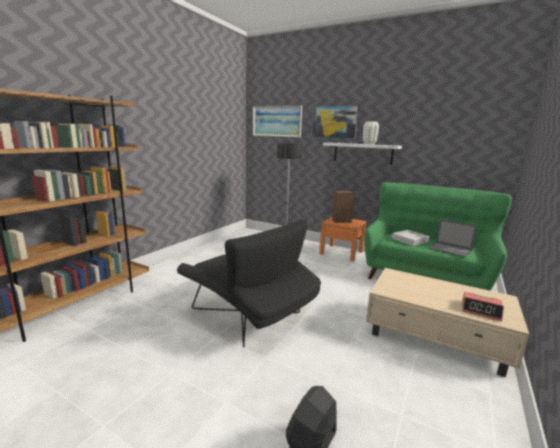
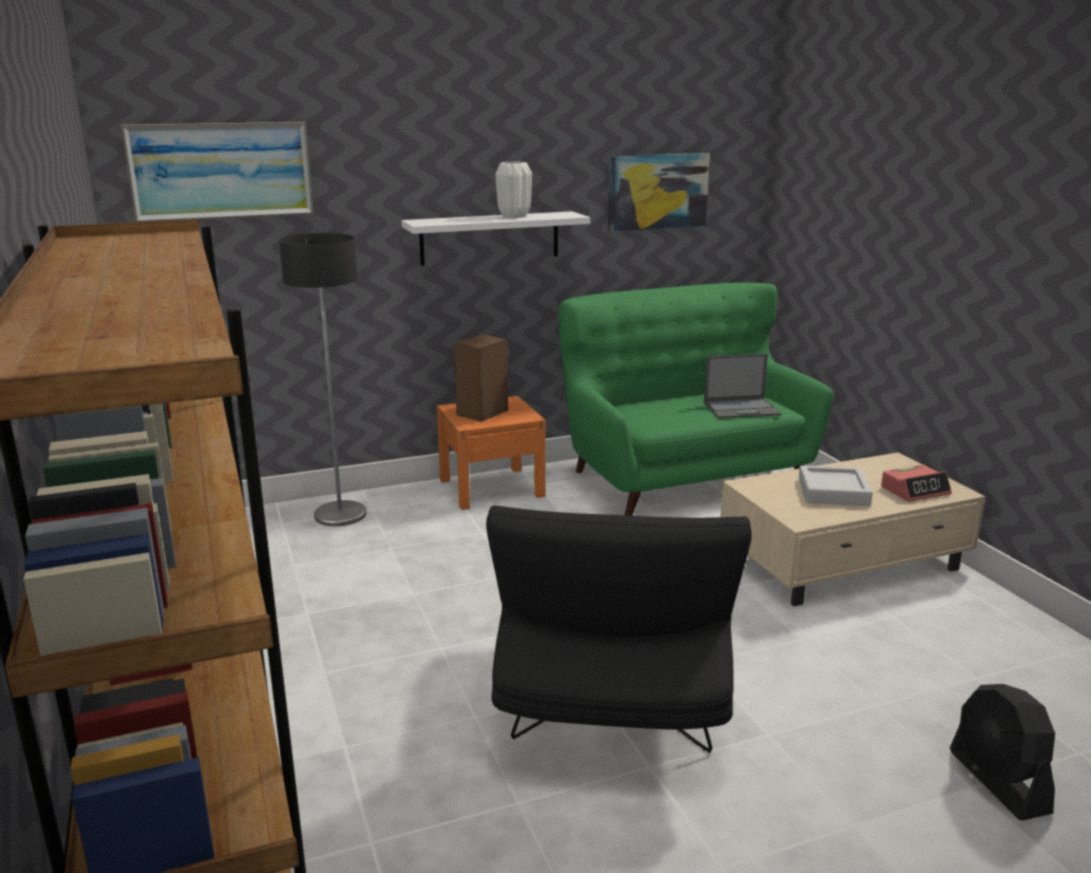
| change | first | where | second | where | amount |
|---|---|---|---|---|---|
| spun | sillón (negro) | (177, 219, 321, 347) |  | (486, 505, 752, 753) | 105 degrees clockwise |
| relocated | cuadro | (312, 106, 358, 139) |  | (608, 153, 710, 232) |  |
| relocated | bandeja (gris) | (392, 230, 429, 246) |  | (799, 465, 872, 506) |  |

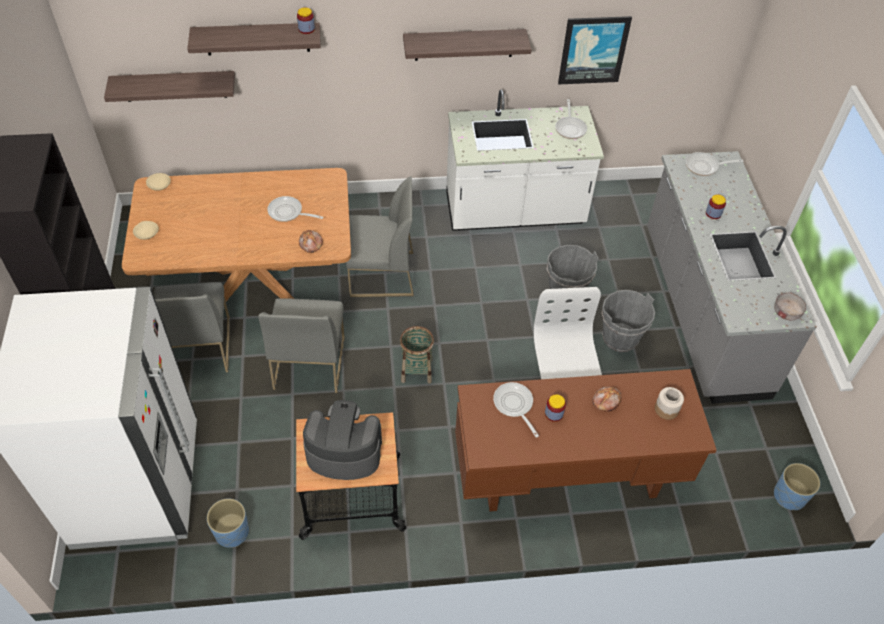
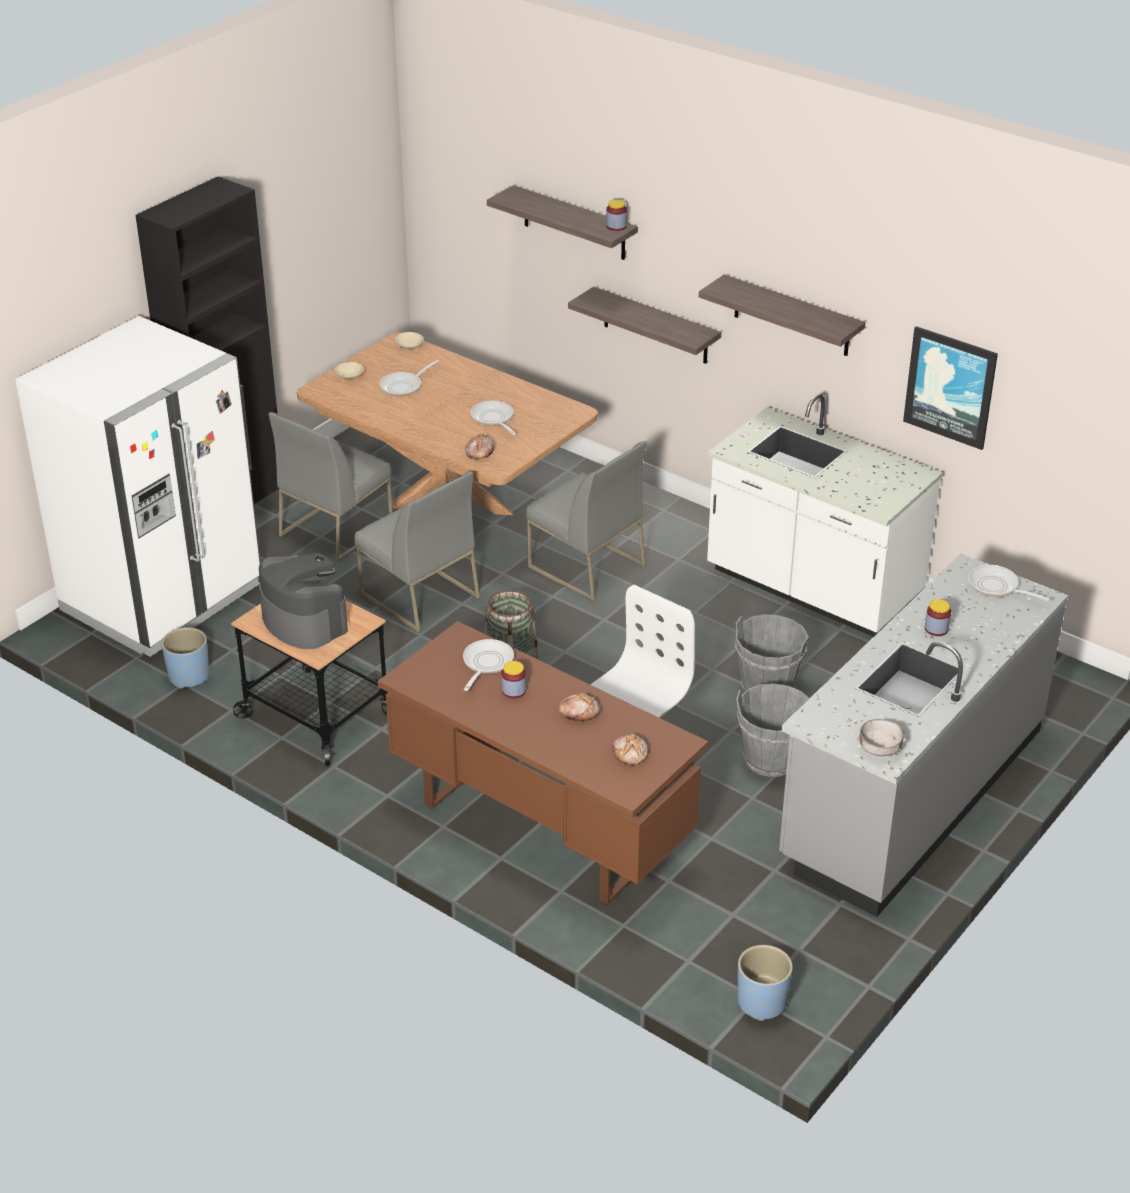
| change | first | where | second | where | amount |
|---|---|---|---|---|---|
| spun | silla (gris) | (258, 298, 345, 393) |  | (354, 472, 480, 632) | 90 degrees counterclockwise |
| relocated | sartén | (555, 99, 587, 139) |  | (379, 360, 439, 396) |  |
| relocated | estante | (104, 71, 235, 102) |  | (568, 287, 721, 364) |  |
| exchanged | tarro | (655, 387, 684, 420) | pan | (613, 733, 649, 765) |  |

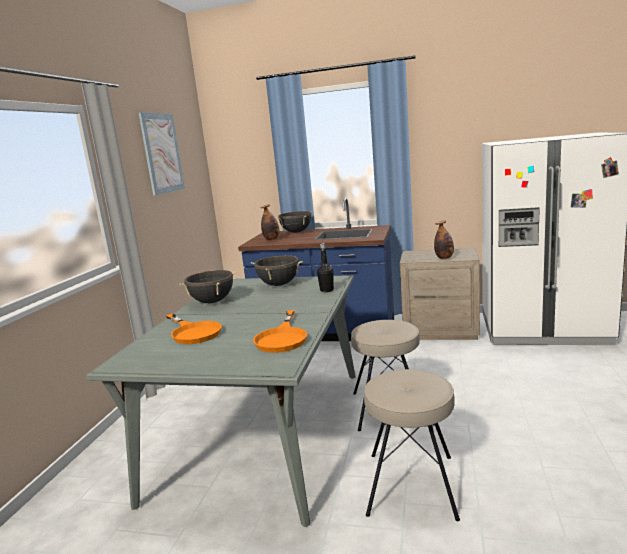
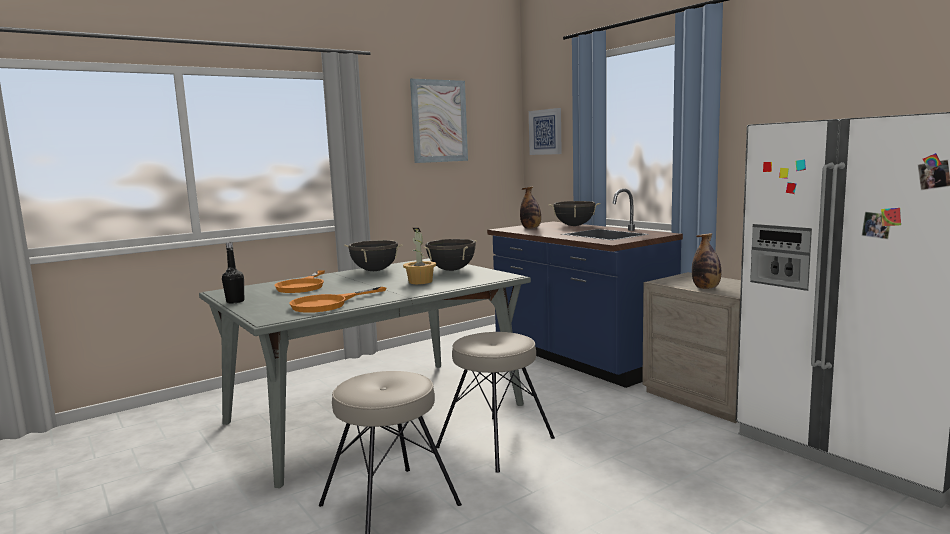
| change | first | where | second | where | amount |
|---|---|---|---|---|---|
| relocated | botella (negro) | (317, 243, 334, 292) |  | (222, 242, 244, 304) |  |
| appeared |  |  | planta en maceta | (403, 228, 436, 284) |  |
| appeared |  |  | cuadro | (529, 108, 562, 155) |  |

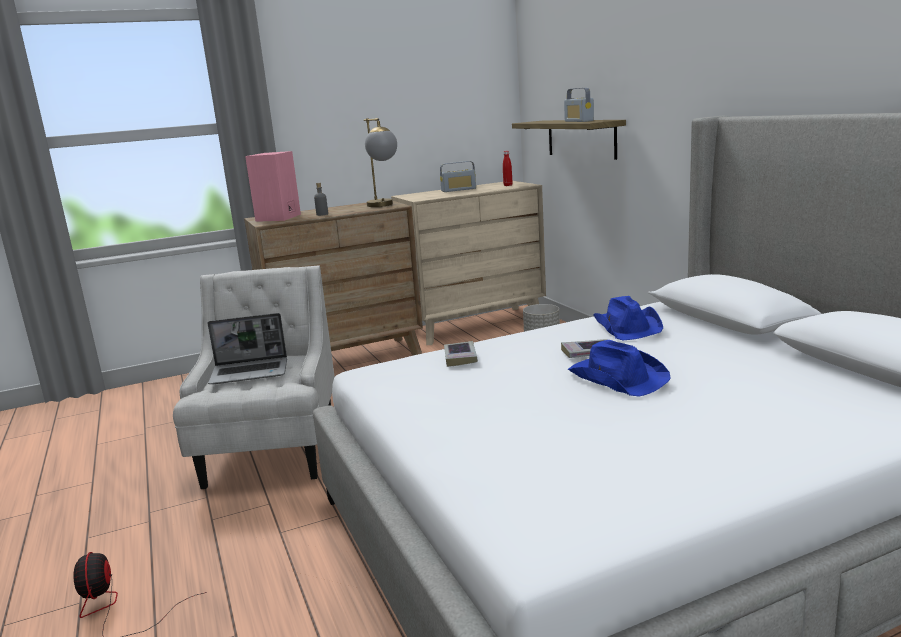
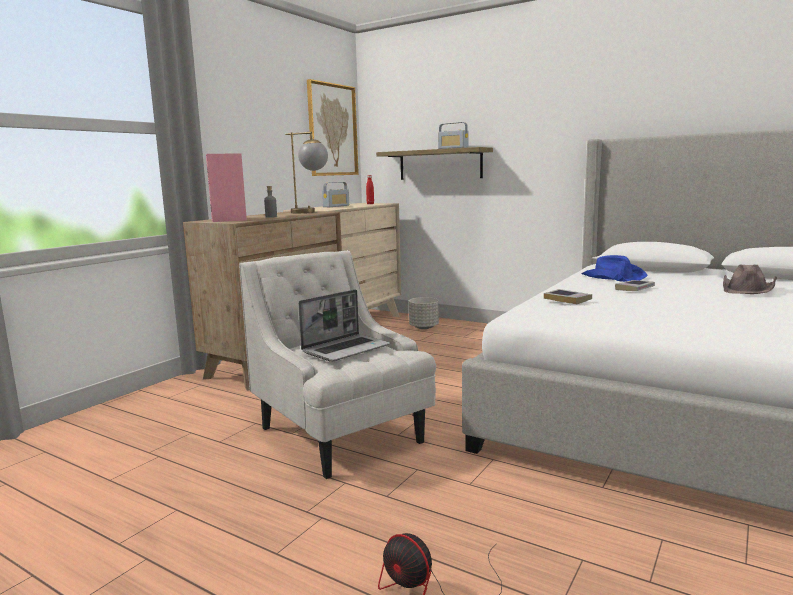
| change | first | where | second | where | amount |
|---|---|---|---|---|---|
| appeared |  |  | cuadro | (307, 79, 359, 176) |  |
| appeared |  |  | sombrero (marrón) | (723, 264, 777, 294) |  |
| missing | sombrero (azul) | (568, 340, 671, 397) |  |  |  |

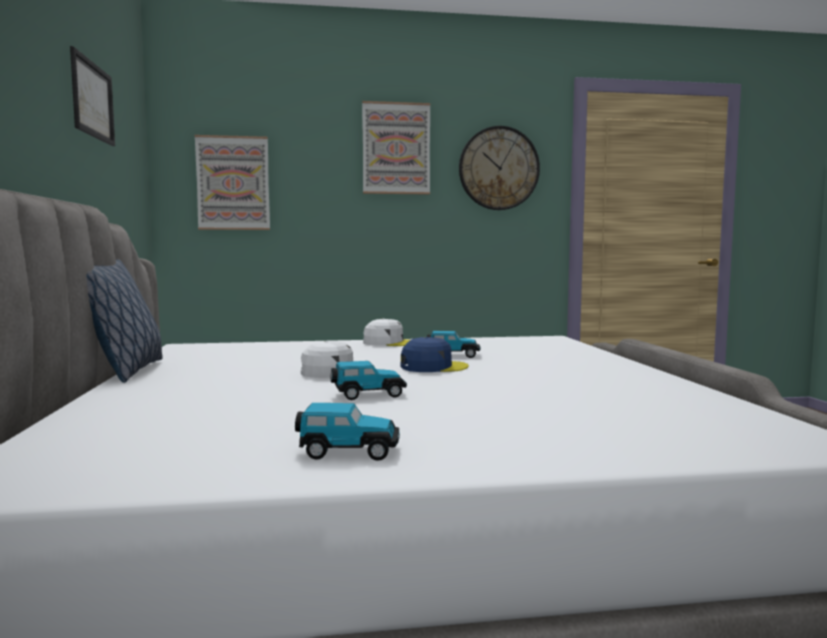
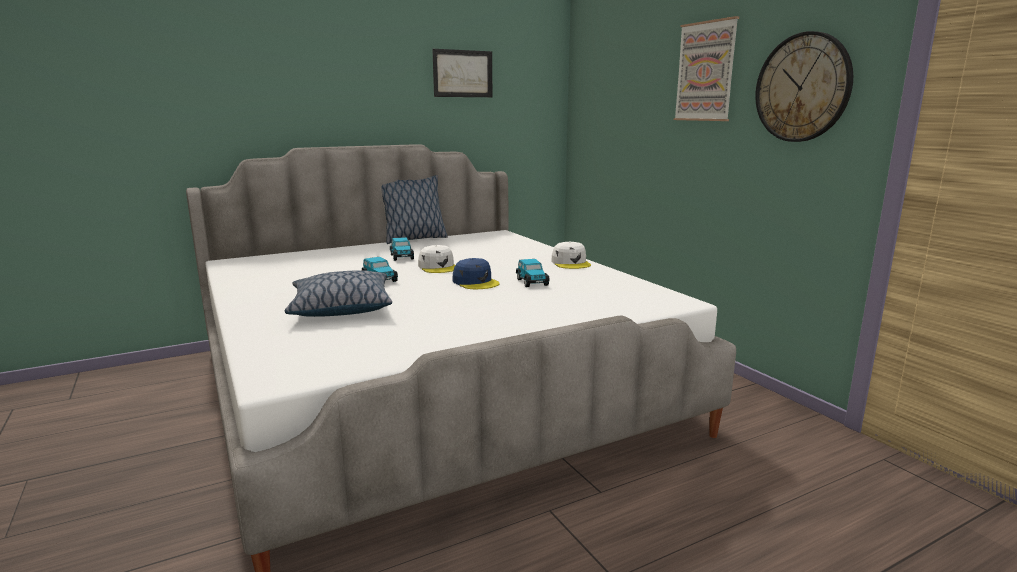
| change | first | where | second | where | amount |
|---|---|---|---|---|---|
| appeared |  |  | cojín | (285, 270, 392, 317) |  |
| relocated | coche de juguete | (295, 403, 400, 461) |  | (390, 237, 414, 261) |  |
| missing | cuadro | (195, 135, 270, 230) |  |  |  |

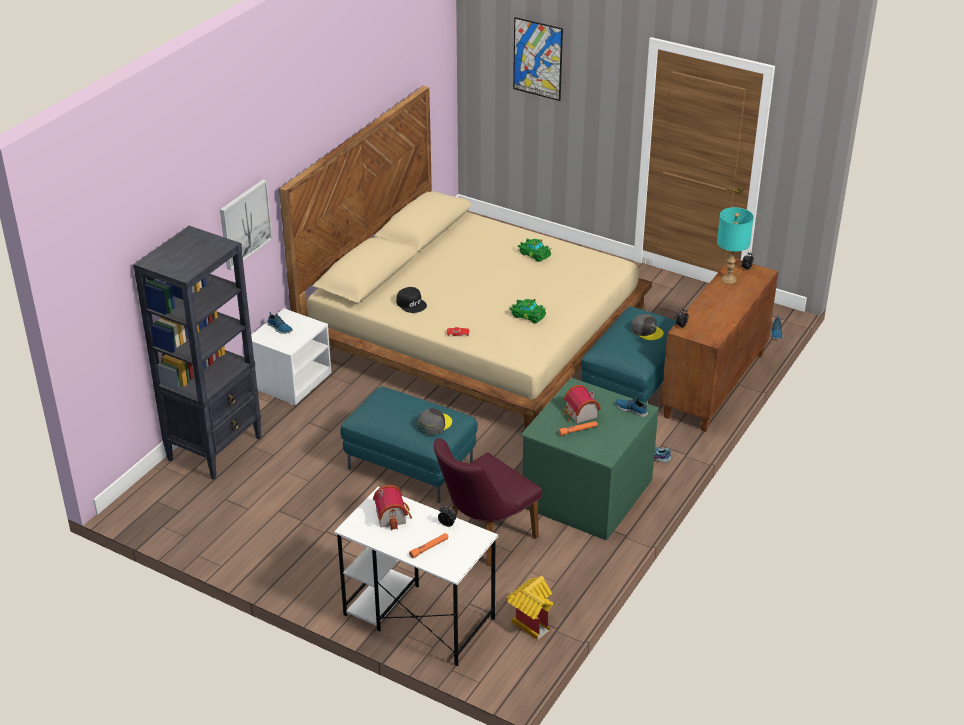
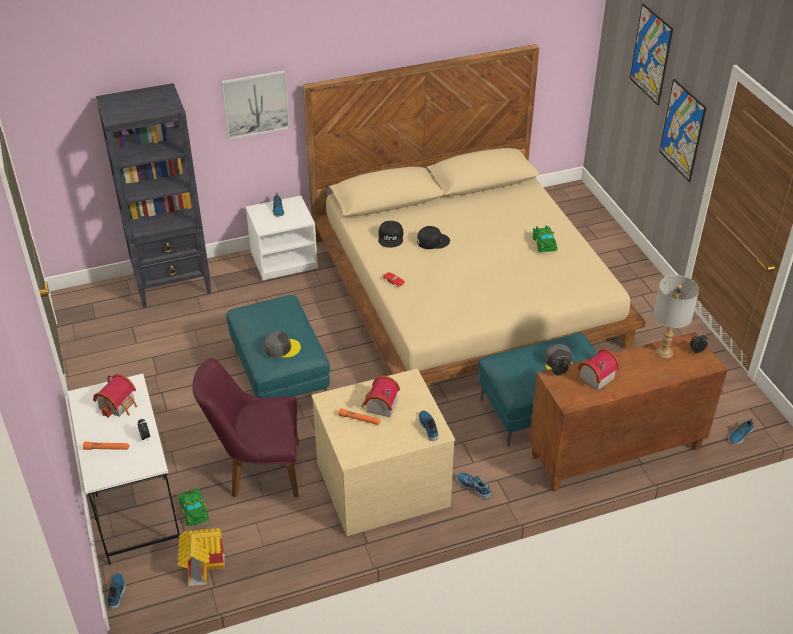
| change | first | where | second | where | amount |
|---|---|---|---|---|---|
| appeared |  |  | zapato | (108, 573, 126, 610) |  |
| relocated | coche de juguete (verde) | (510, 299, 547, 323) |  | (179, 488, 209, 526) |  |
| colour | cómoda (verde) | (521, 378, 659, 540) | cómoda (beis) | (311, 369, 455, 536) |  |
| appeared |  |  | gorra (negro) | (417, 226, 450, 249) |  |
| appeared |  |  | casita | (578, 349, 620, 390) |  |
| colour | lámpara de mesa (turquesa) | (717, 207, 753, 284) | lámpara de mesa (gris) | (653, 275, 699, 359) |  |
| appeared |  |  | cuadro | (659, 79, 706, 182) |  |

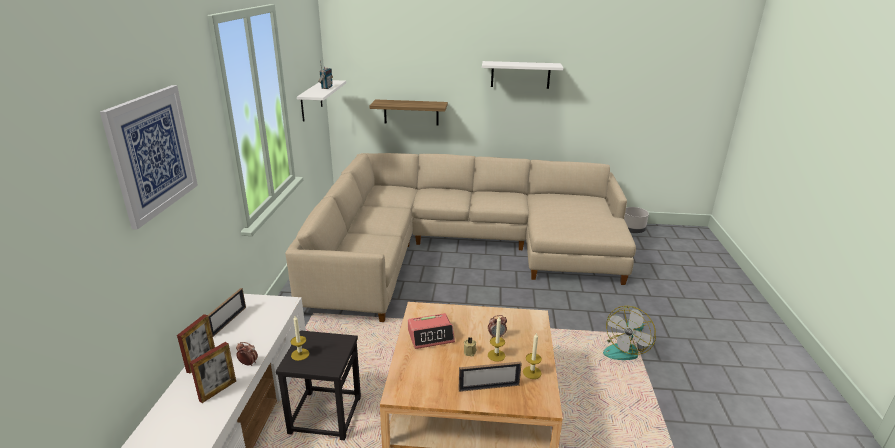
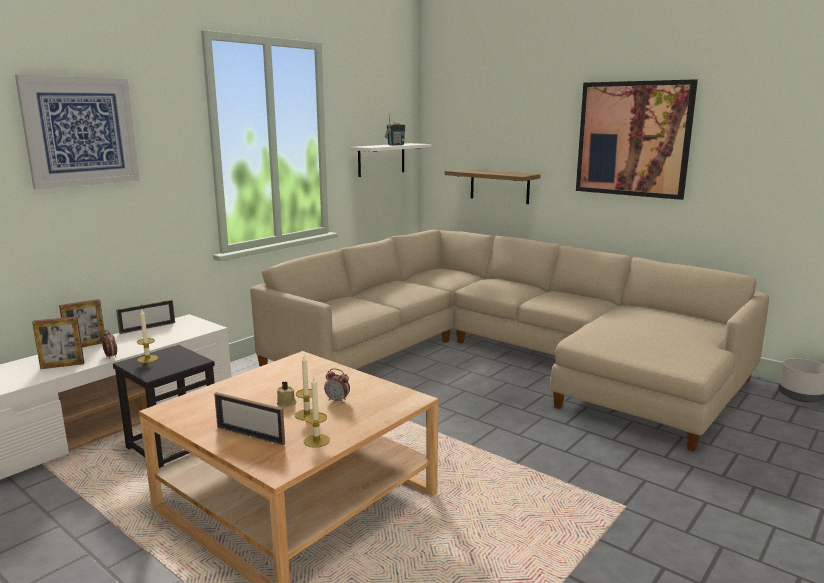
| change | first | where | second | where | amount |
|---|---|---|---|---|---|
| exchanged | estante (blanco) | (482, 61, 563, 89) | cuadro | (576, 79, 698, 200) |  |
| missing | despertador | (408, 313, 455, 349) |  |  |  |
| missing | ventilador | (603, 306, 656, 360) |  |  |  |

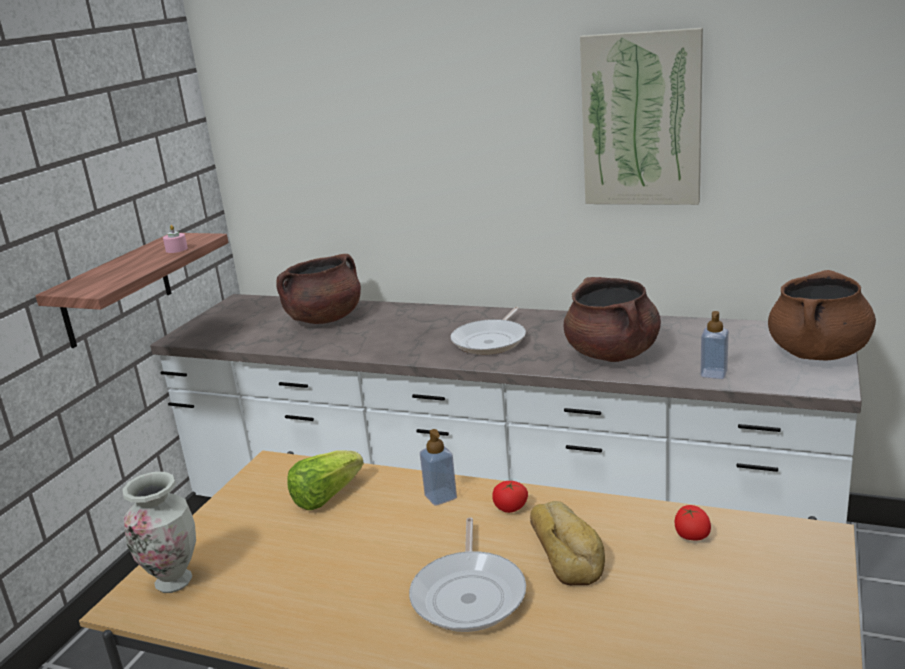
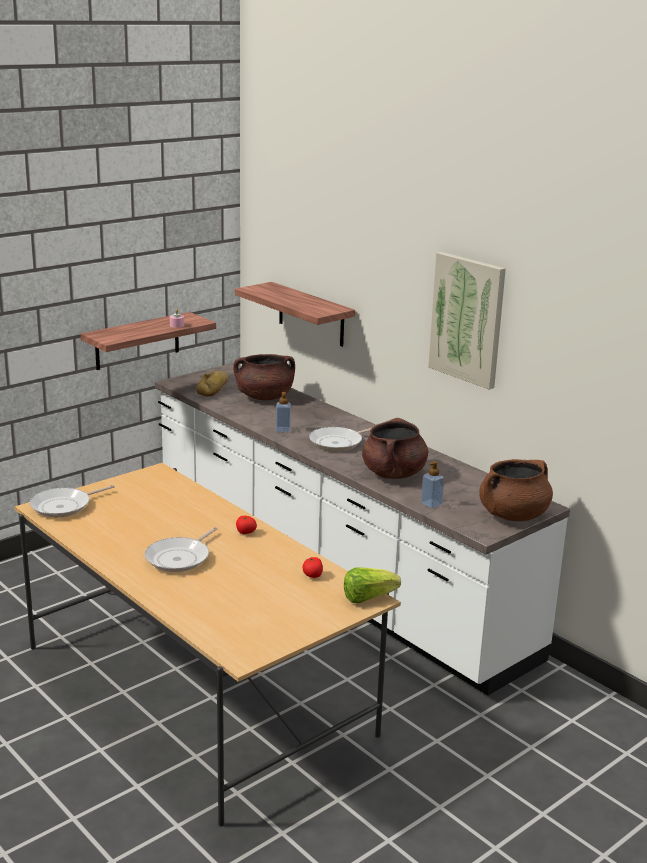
| change | first | where | second | where | amount |
|---|---|---|---|---|---|
| exchanged | florero | (123, 472, 196, 593) | sartén | (30, 485, 115, 517) |  |
| relocated | pan | (530, 501, 605, 585) |  | (196, 371, 228, 396) |  |
| appeared |  |  | estante | (235, 282, 355, 347) |  |
| relocated | dispensador de jabón | (420, 429, 457, 506) |  | (276, 392, 291, 432) |  |
| relocated | lechuga | (287, 450, 364, 510) |  | (344, 567, 401, 603) |  |

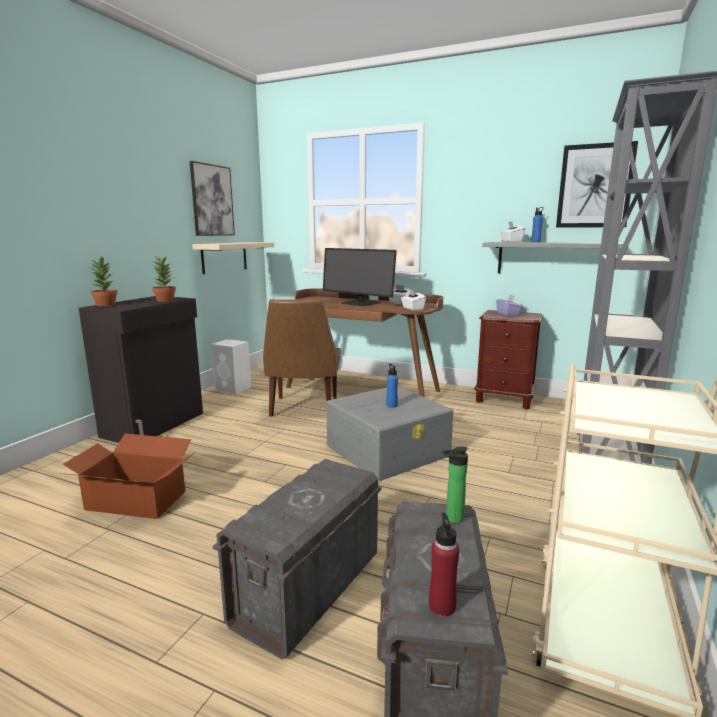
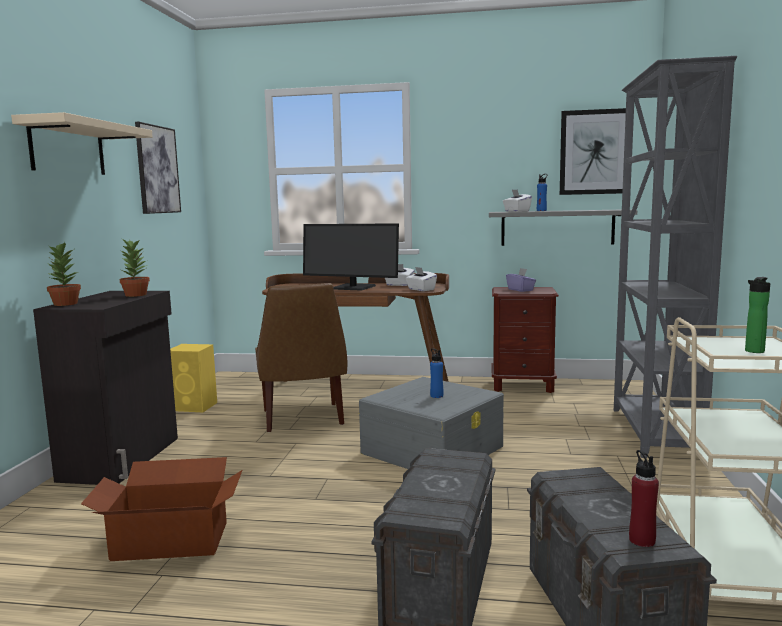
| change | first | where | second | where | amount |
|---|---|---|---|---|---|
| relocated | estante (beis) | (192, 242, 274, 274) |  | (11, 112, 153, 175) |  |
| colour | altavoz (blanco) | (211, 339, 251, 394) | altavoz (amarillo) | (170, 344, 217, 412) |  |
| relocated | botella | (442, 446, 468, 523) |  | (745, 277, 770, 353) |  |

